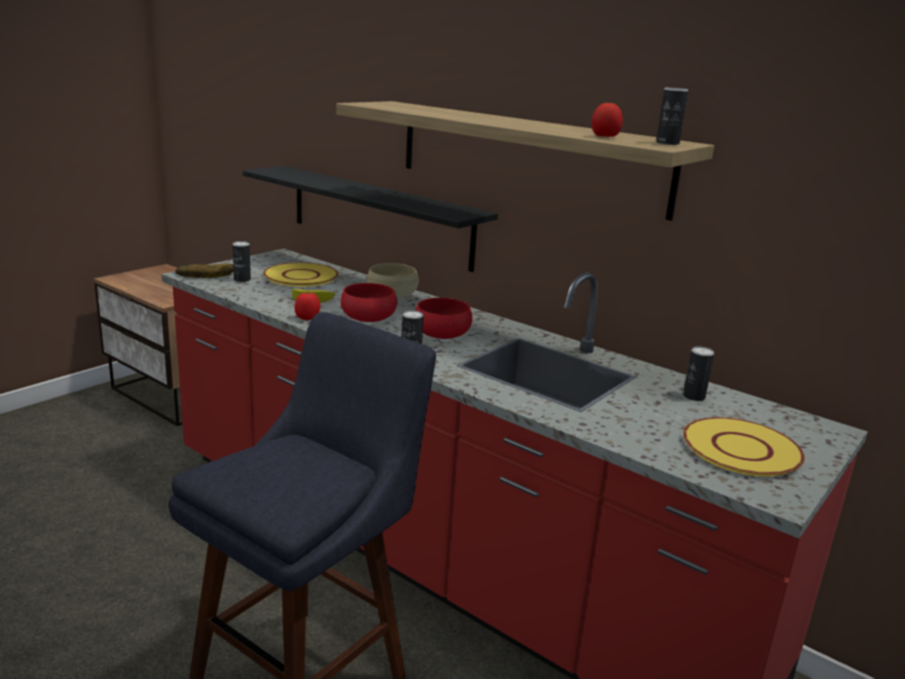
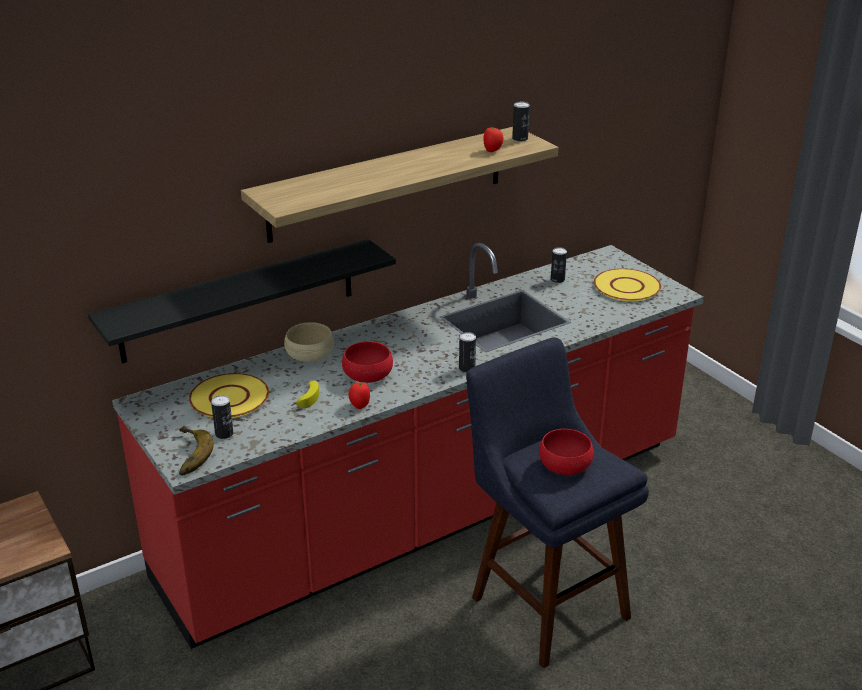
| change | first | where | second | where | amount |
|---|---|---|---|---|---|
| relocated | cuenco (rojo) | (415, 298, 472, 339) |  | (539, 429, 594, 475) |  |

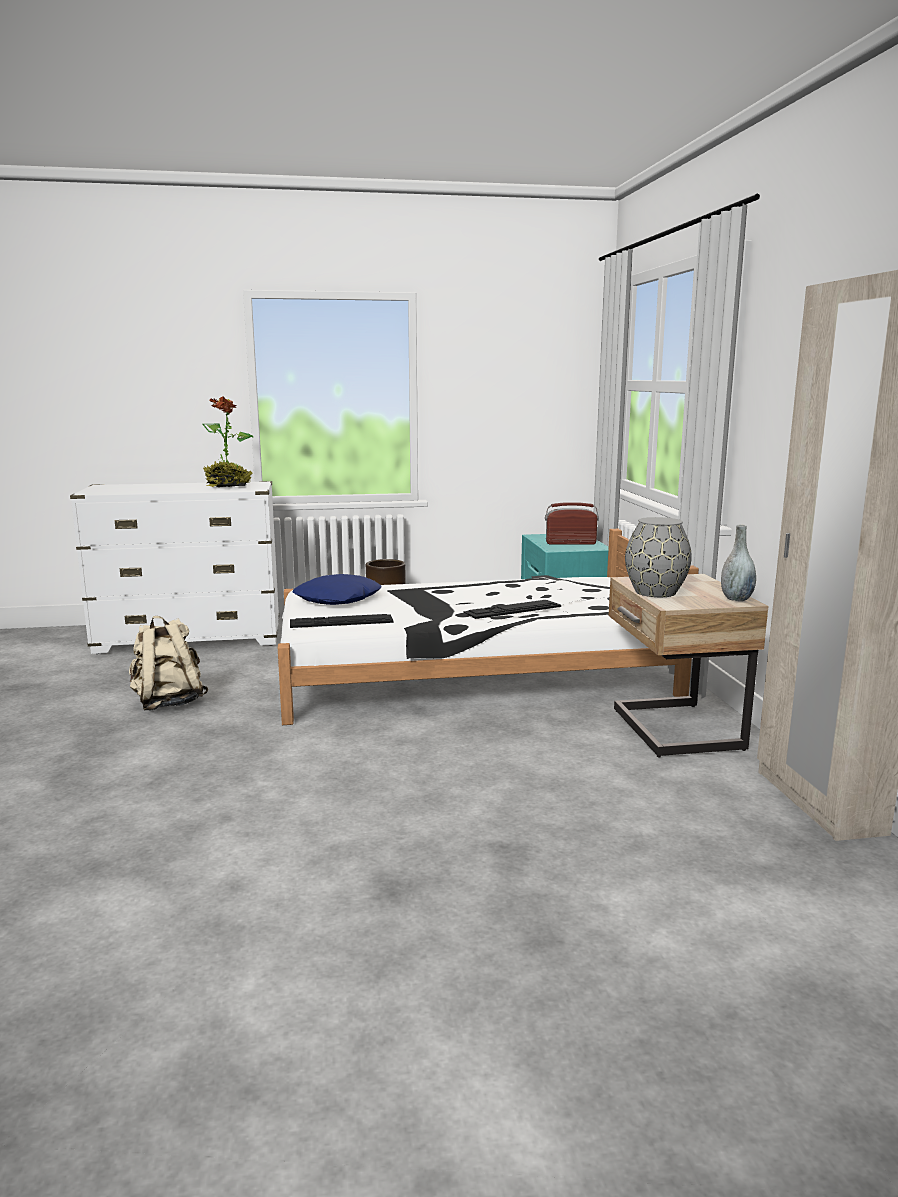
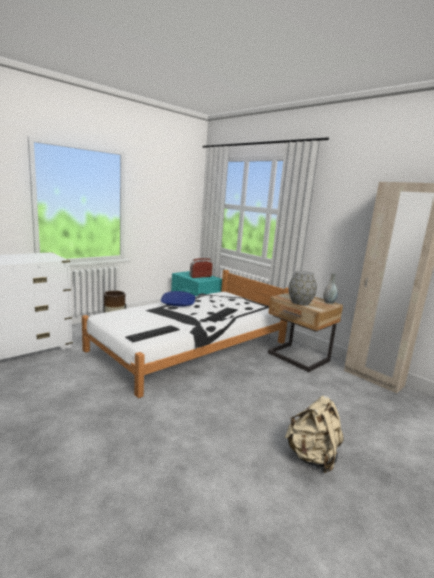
| change | first | where | second | where | amount |
|---|---|---|---|---|---|
| relocated | cojín (azul) | (292, 574, 381, 605) |  | (161, 291, 195, 307) |  |
| relocated | mochila (beis) | (129, 616, 208, 711) |  | (285, 396, 343, 473) |  |
| missing | planta en maceta | (202, 396, 254, 487) |  |  |  |

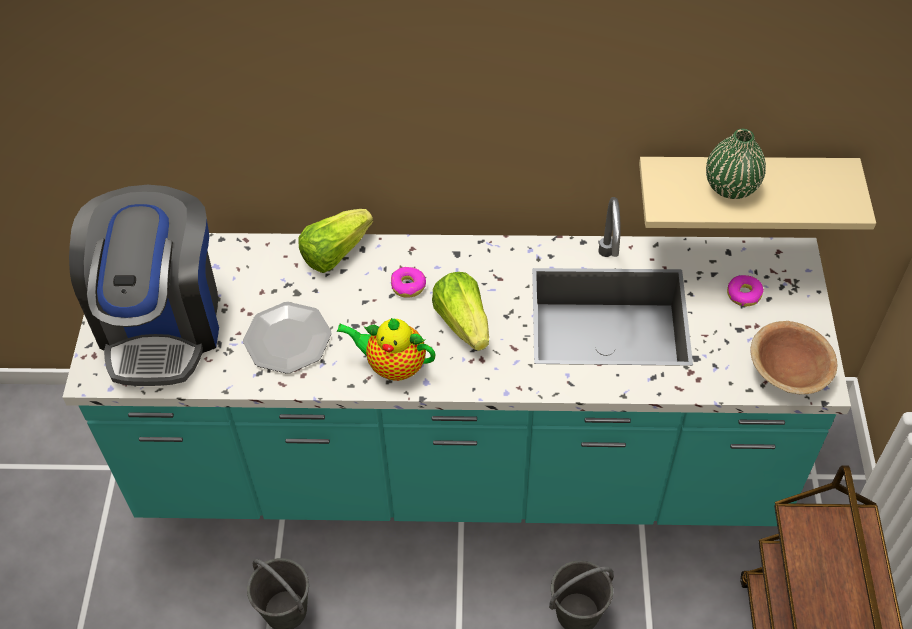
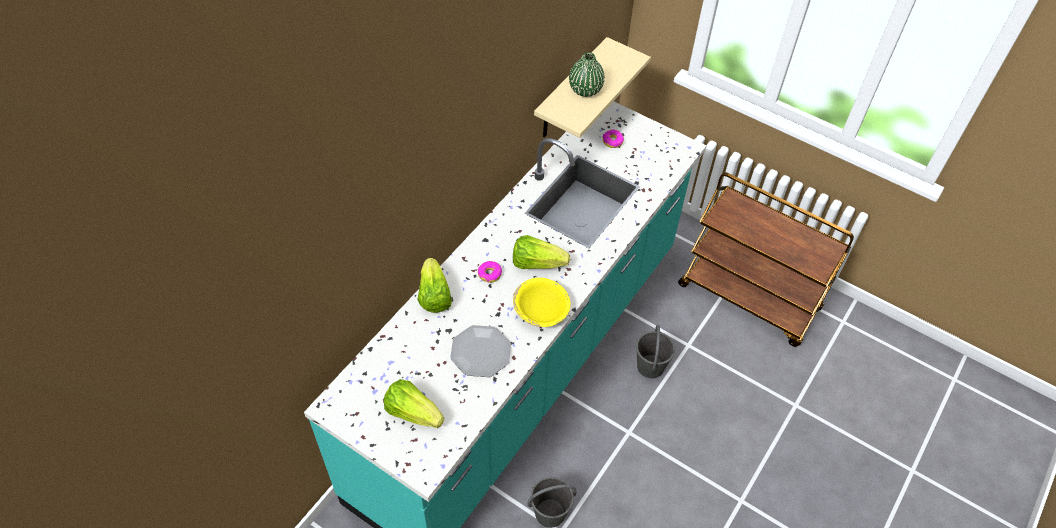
| change | first | where | second | where | amount |
|---|---|---|---|---|---|
| exchanged | cafetera | (69, 185, 219, 386) | lechuga | (384, 379, 444, 428) |  |
| exchanged | tetera | (336, 318, 435, 381) | cuenco (amarillo) | (513, 278, 571, 327) |  |
| missing | cuenco (marrón) | (750, 321, 837, 394) |  |  |  |

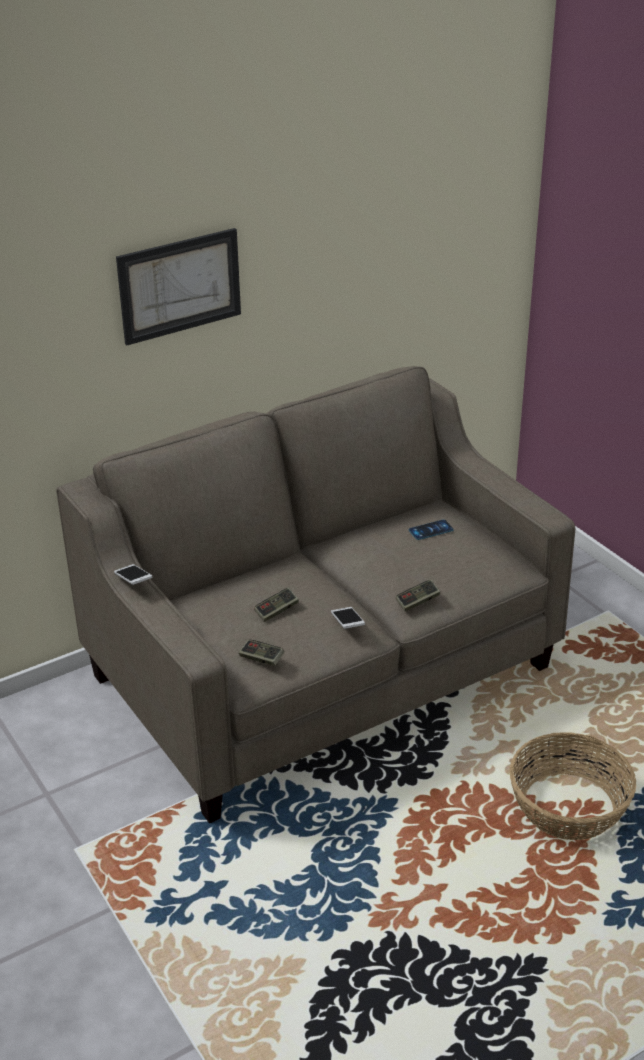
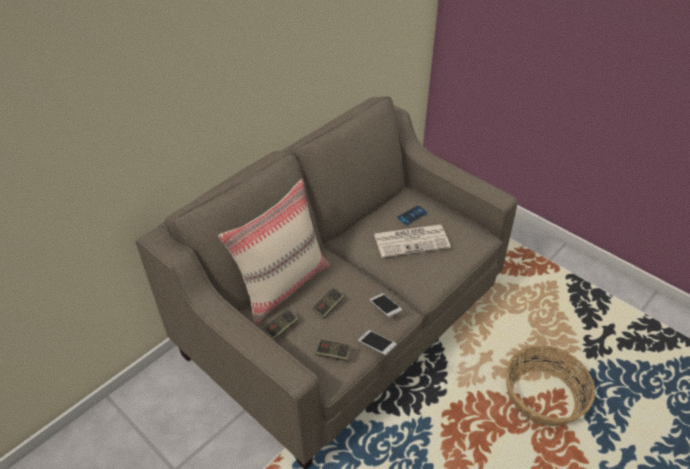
| change | first | where | second | where | amount |
|---|---|---|---|---|---|
| appeared |  |  | cojín (beis) | (218, 179, 330, 324) |  |
| relocated | mando de consola | (396, 580, 440, 612) |  | (264, 309, 299, 340) |  |
| relocated | móvil | (114, 564, 153, 585) |  | (358, 330, 397, 355) |  |
| appeared |  |  | periódico | (374, 225, 451, 258) |  |
| missing | cuadro | (116, 228, 241, 345) |  |  |  |

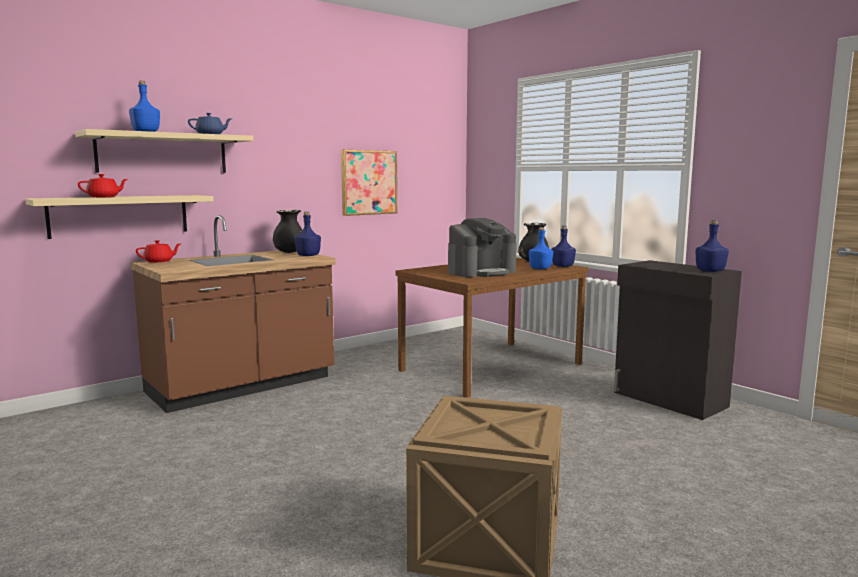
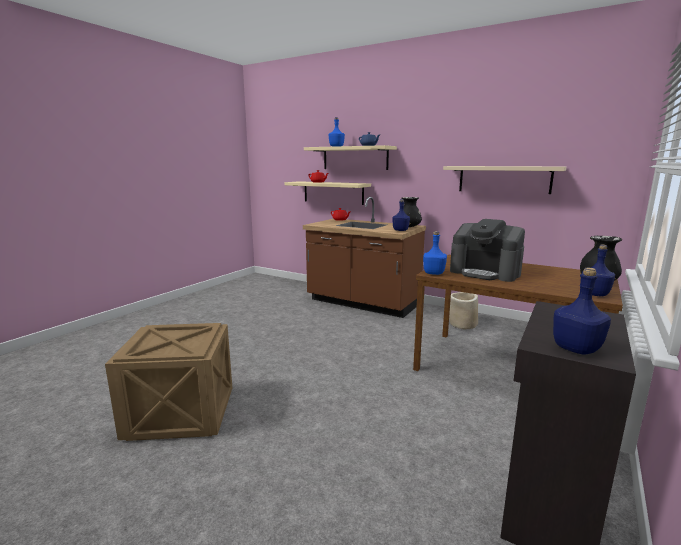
| change | first | where | second | where | amount |
|---|---|---|---|---|---|
| relocated | botella (azul) | (529, 227, 553, 269) |  | (423, 231, 447, 275) |  |
| exchanged | cuadro | (341, 150, 397, 216) | estante (beis) | (443, 166, 566, 194) |  |
| appeared |  |  | maceta (beis) | (449, 292, 478, 329) |  |

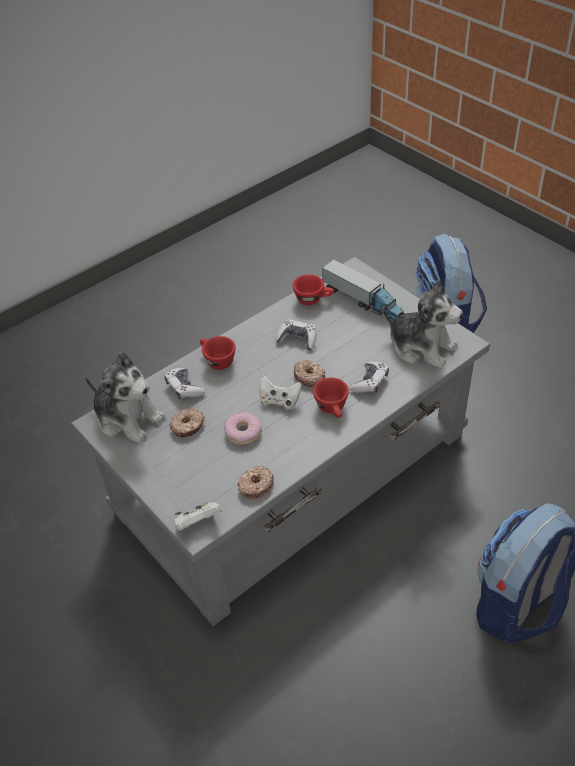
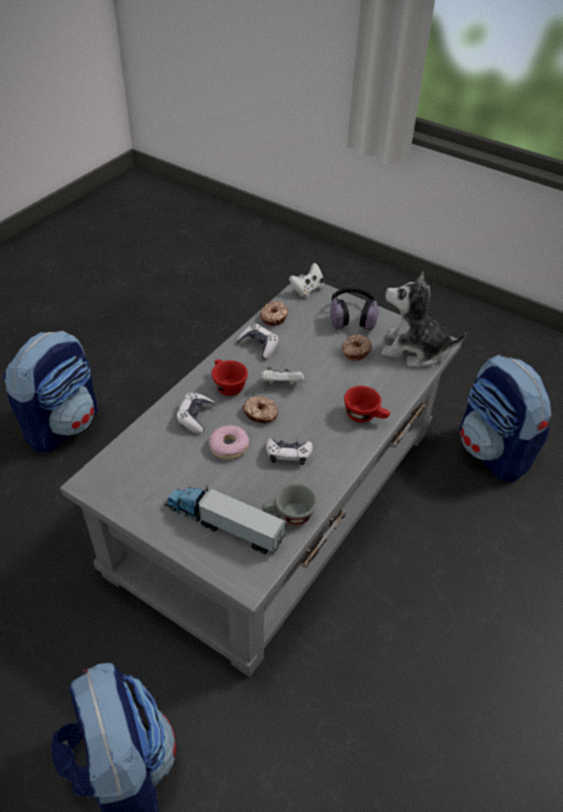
| change | first | where | second | where | amount |
|---|---|---|---|---|---|
| relocated | rosquilla | (224, 412, 262, 445) |  | (209, 425, 249, 460) |  |
| relocated | mando de consola | (164, 368, 205, 399) |  | (236, 324, 279, 359) |  |
| colour | taza (rojo) | (292, 274, 334, 305) | taza (gris) | (262, 483, 317, 526) |  |
| appeared |  |  | auriculares | (330, 288, 378, 331) |  |
| appeared |  |  | mochila | (460, 354, 552, 482) |  |
| missing | peluche | (382, 279, 463, 369) |  |  |  |

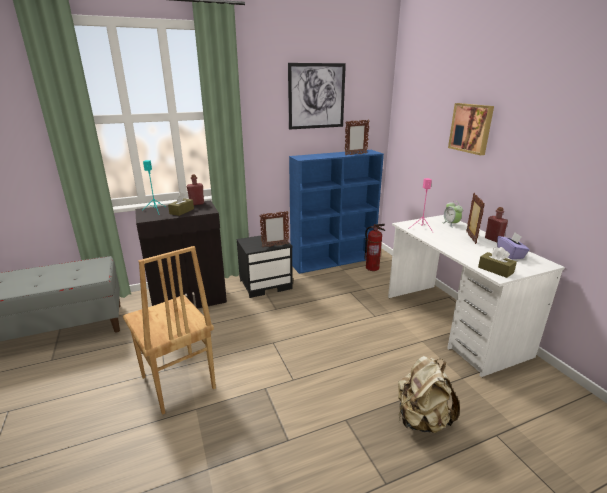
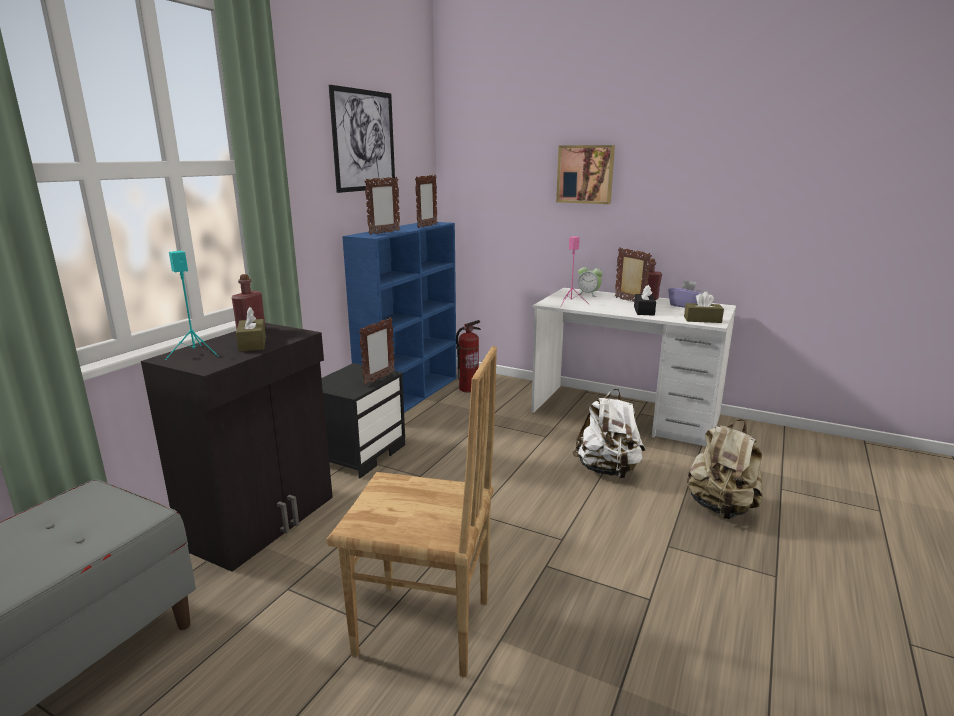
| change | first | where | second | where | amount |
|---|---|---|---|---|---|
| appeared |  |  | portarretratos | (364, 177, 400, 235) |  |
| appeared |  |  | mochila (blanco) | (573, 389, 645, 478) |  |
| appeared |  |  | caja de pañuelos (negro) | (634, 285, 656, 316) |  |

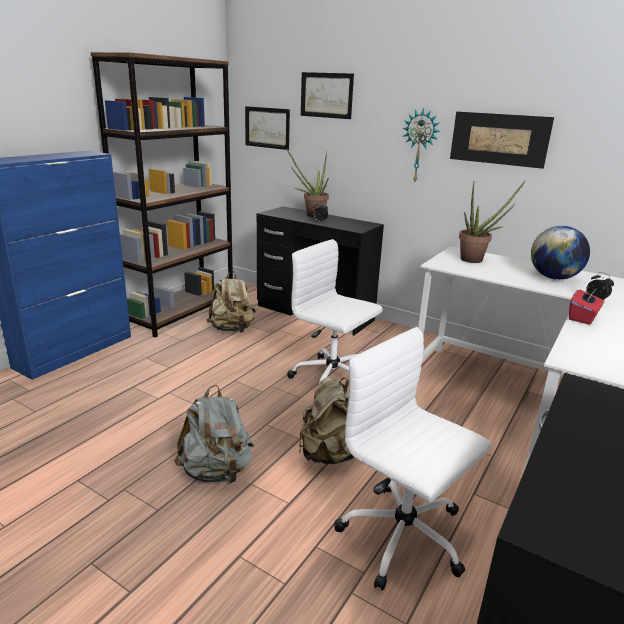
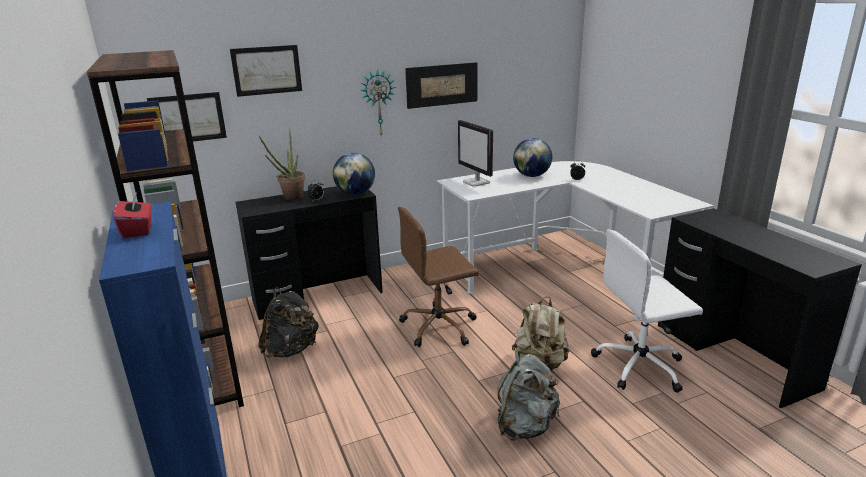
| change | first | where | second | where | amount |
|---|---|---|---|---|---|
| relocated | caja de pañuelos (rojo) | (569, 287, 604, 325) |  | (113, 192, 152, 238) |  |
| colour | mochila (beis) | (207, 271, 256, 333) | mochila (negro) | (258, 287, 319, 358) |  |
| appeared |  |  | globo terráqueo | (333, 153, 375, 195) |  |
| colour | silla de oficina (blanco) | (287, 239, 383, 383) | silla de oficina (marrón) | (398, 207, 479, 347) |  |
| exchanged | planta en maceta | (459, 180, 526, 263) | monitor | (458, 120, 493, 187) |  |

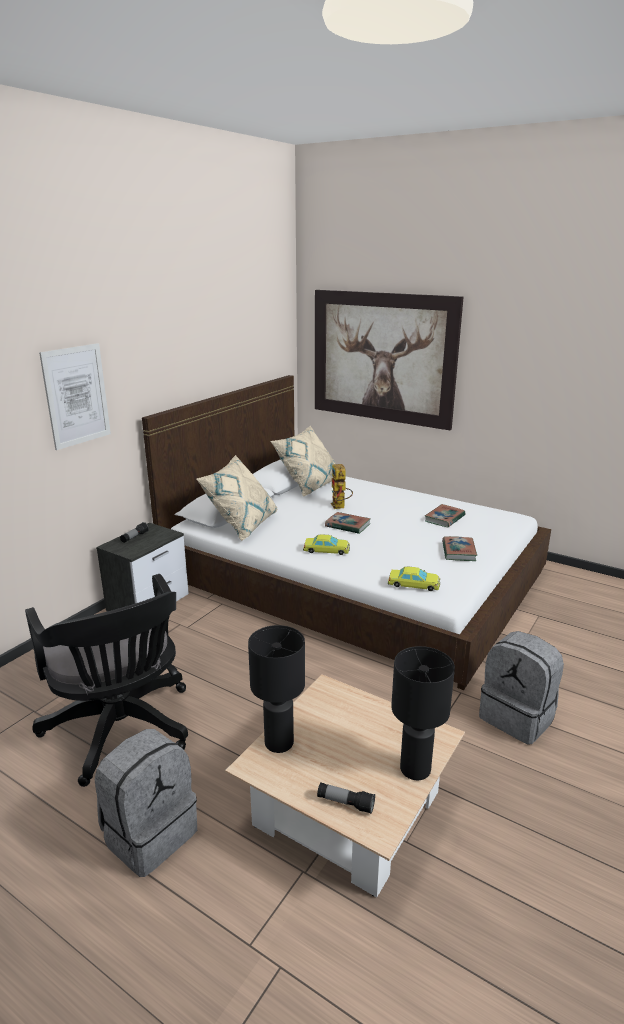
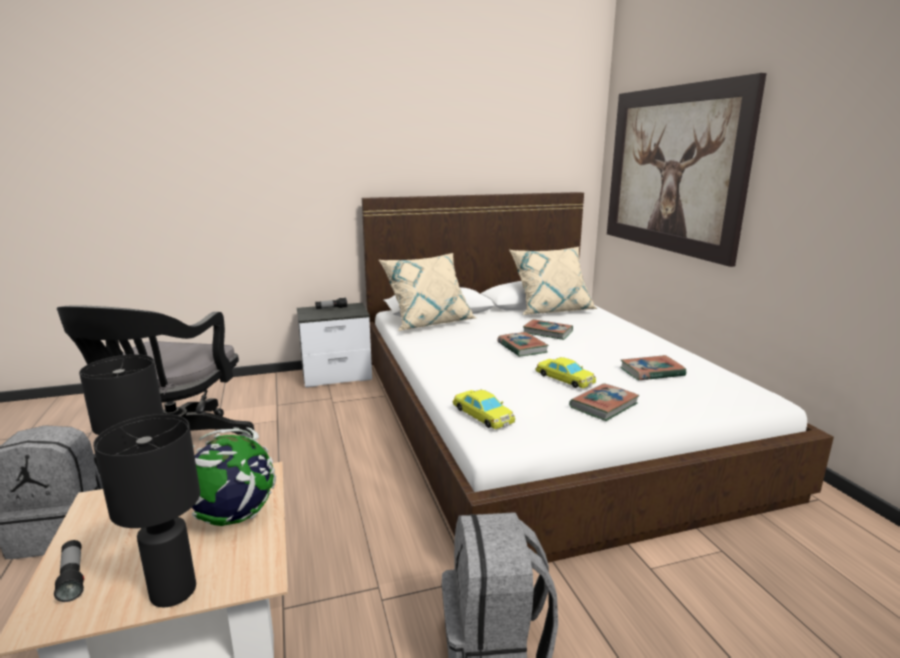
| change | first | where | second | where | amount |
|---|---|---|---|---|---|
| appeared |  |  | globo terráqueo | (192, 427, 276, 526) |  |
| exchanged | robot de juguete | (331, 464, 353, 509) | libro | (523, 319, 573, 340) |  |
| relocated | coche de juguete (amarillo) | (303, 535, 350, 555) |  | (535, 357, 596, 388) |  |
| missing | cuadro | (39, 343, 111, 450) |  |  |  |

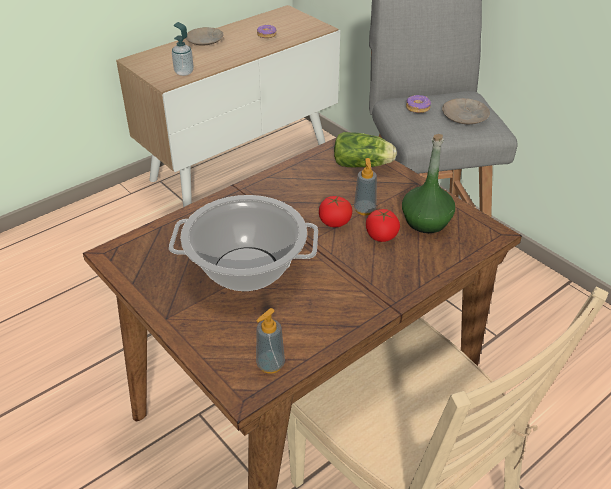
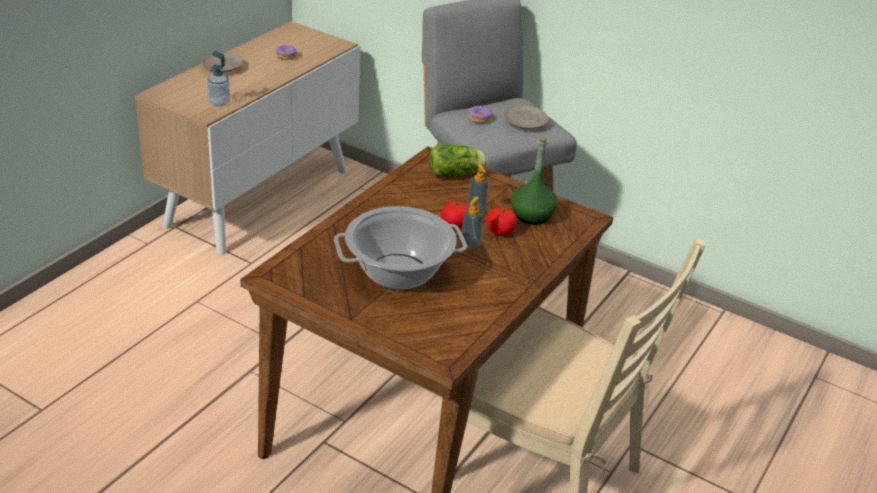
| change | first | where | second | where | amount |
|---|---|---|---|---|---|
| relocated | dispensador de jabón | (256, 308, 285, 374) |  | (460, 196, 483, 251) |  |

